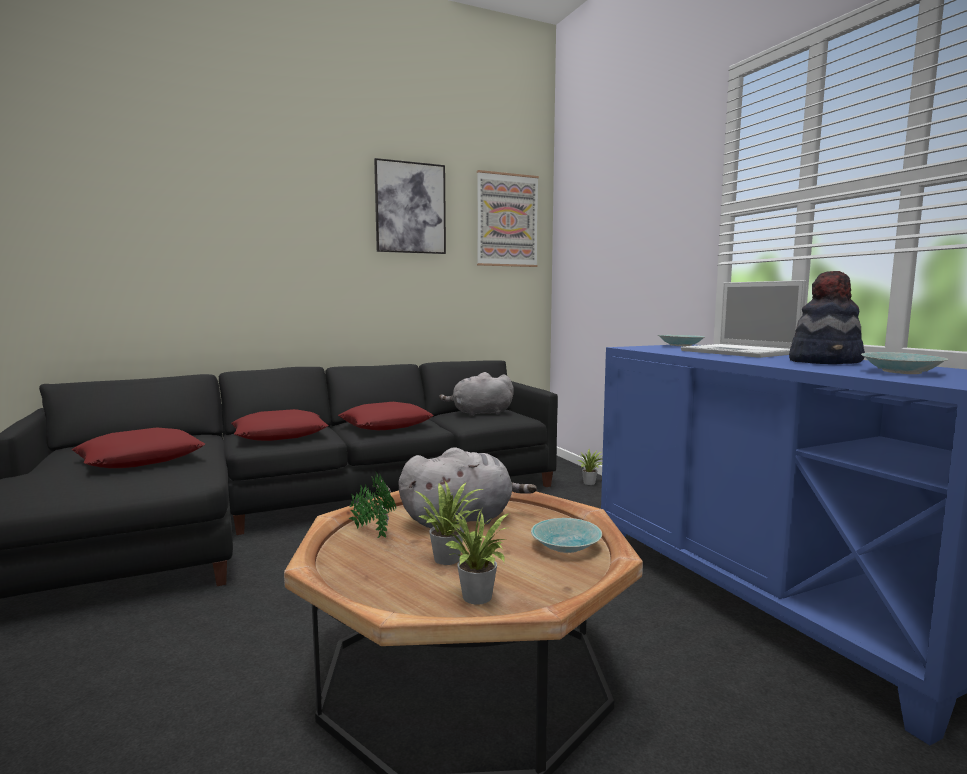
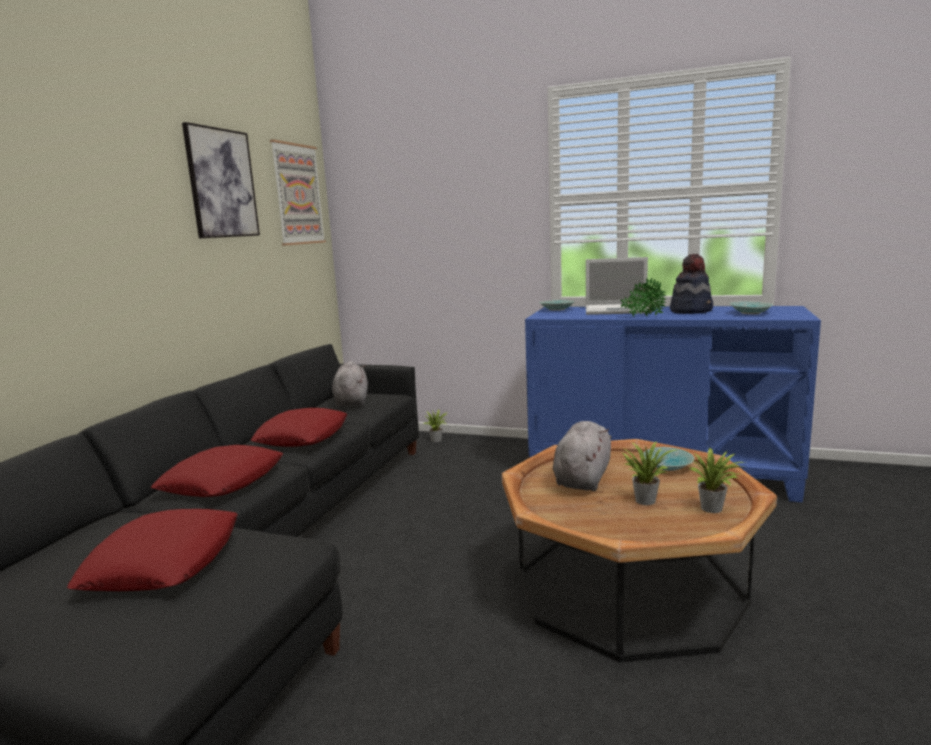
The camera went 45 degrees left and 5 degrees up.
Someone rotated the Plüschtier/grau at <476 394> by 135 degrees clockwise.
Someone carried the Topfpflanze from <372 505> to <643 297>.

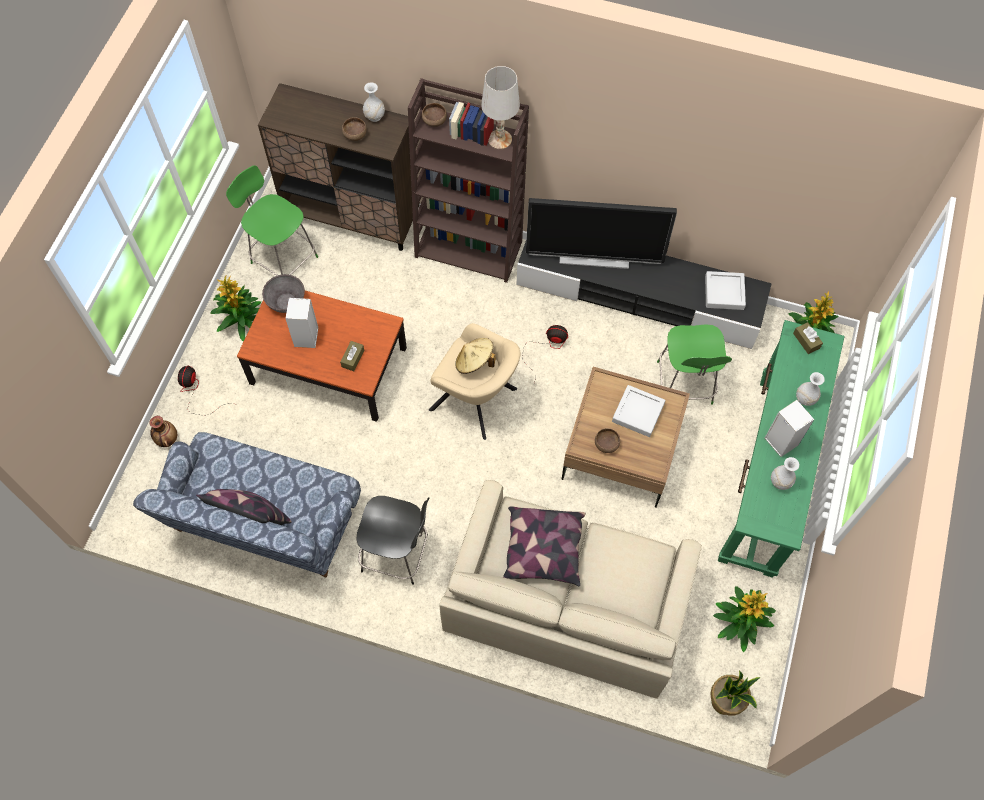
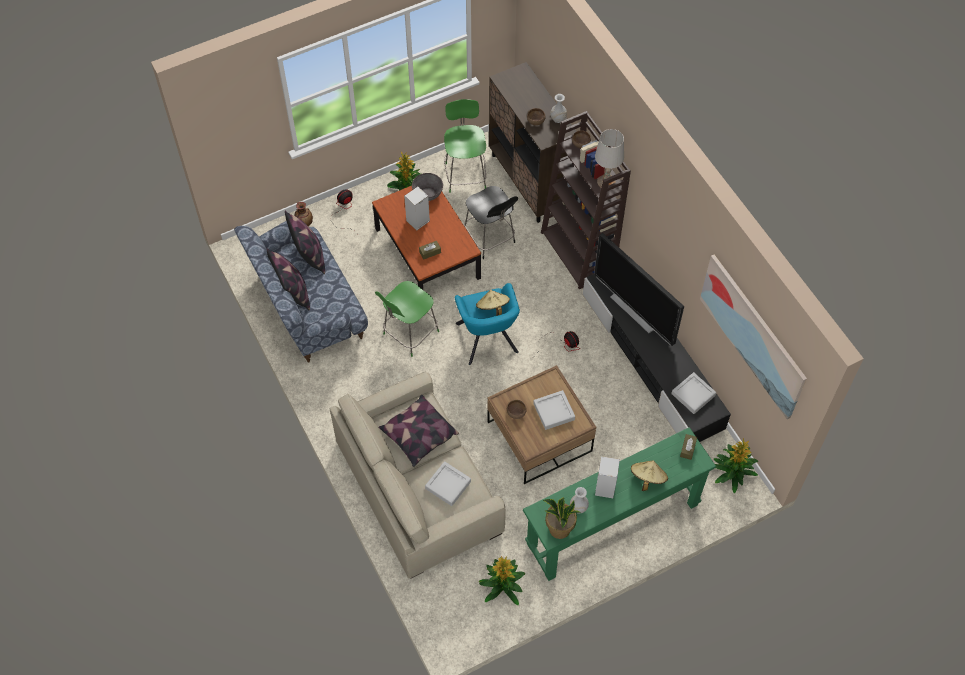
The camera went 45 degrees right and 5 degrees down.
Someone put down the Kissen at <305 242>.
Someone carried the Hocker/grün from <694 364> to <407 319>.
Someone put down the Tablett/grau at <448 483>.
Someone repainted the Sessel/beige at <475 381>, which became the Sessel/türkis at <487 324>.
Someone carried the Hocker/schwarz from <393 540> to <491 222>.
Someone carried the Topfpflanze from <735 692> to <562 518>.
Someone swapped the Vase/weiß at <810 389> for the Hut/beige at <649 475>.
Someone put up the Bild at <753 336>.

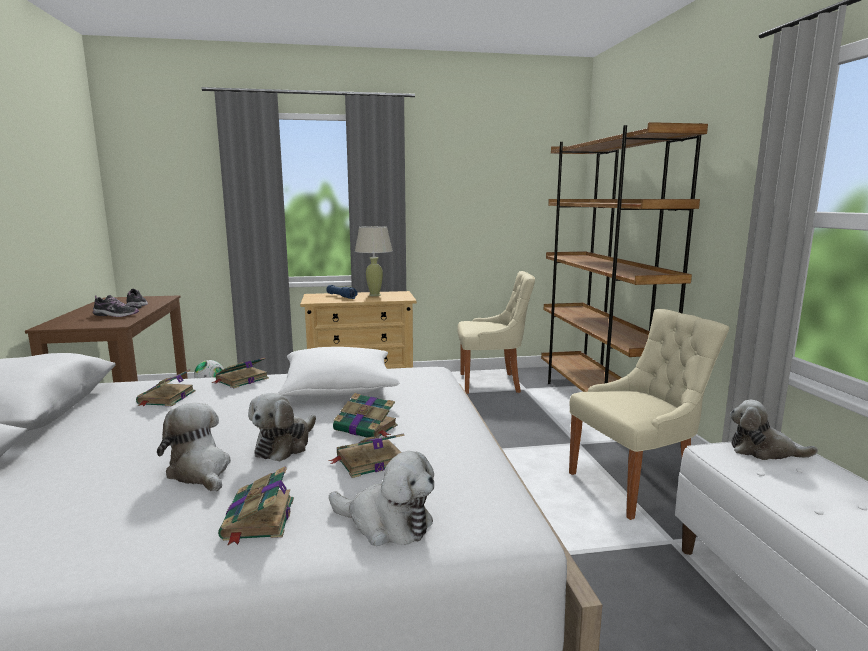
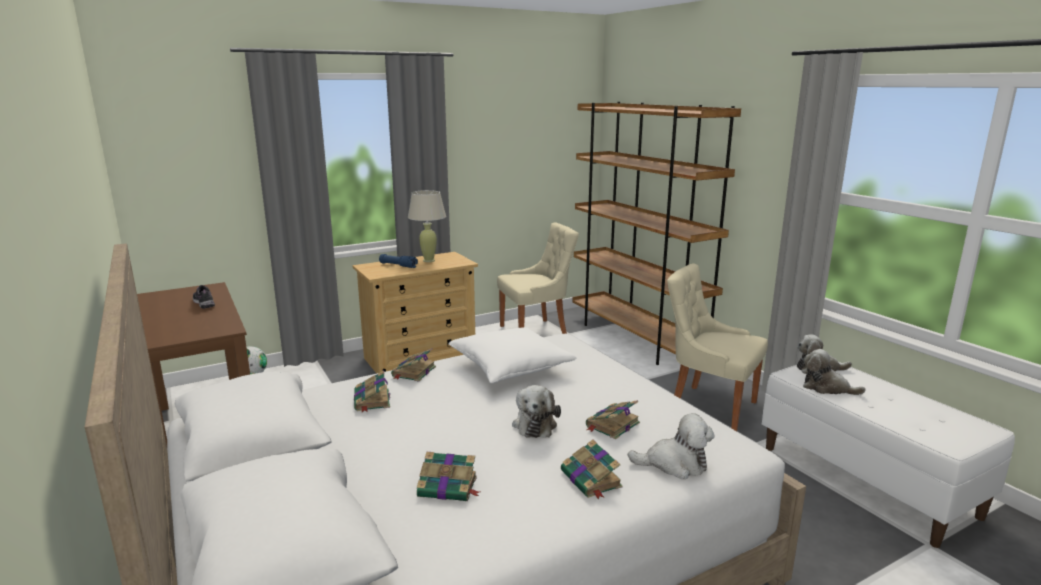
The camera went 20 degrees left and 5 degrees up.
Someone carried the Buch from <365 415> to <448 476>.
Someone rotated the Stuhl/beige at <649 414> by 105 degrees counterclockwise.
Someone carried the Plüschtier from <194 447> to <834 372>.
Someone took away the Schuh at <116 306>.

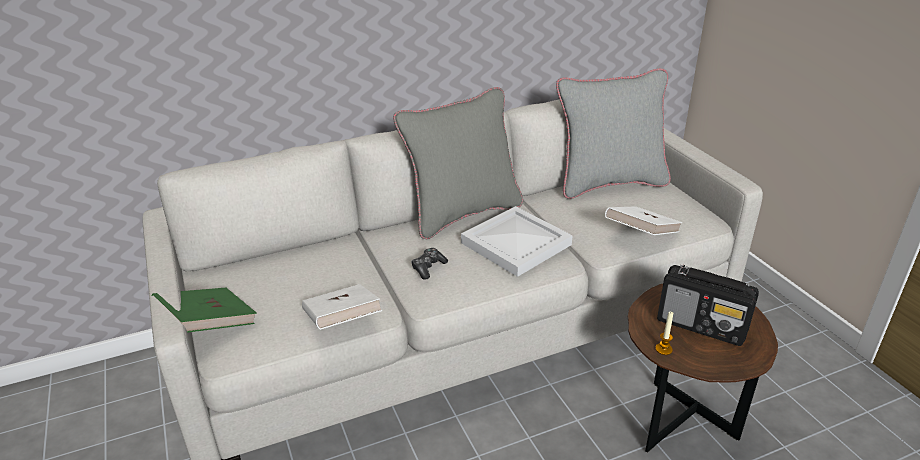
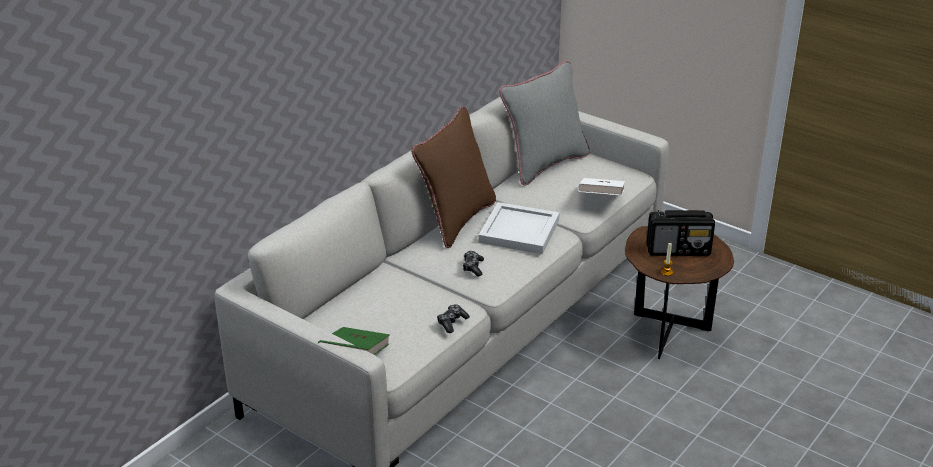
The camera went 30 degrees left and 0 degrees up.
Someone repainted the Kissen/grau at <458 163>, which became the Kissen/braun at <453 177>.
Someone swapped the Buch/weiß at <342 307> for the Gamepad at <453 319>.

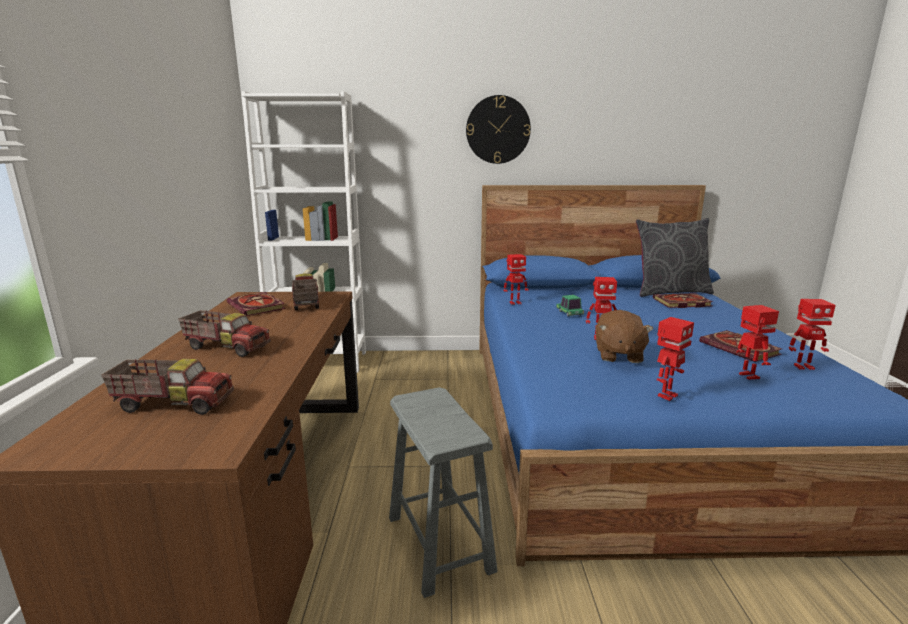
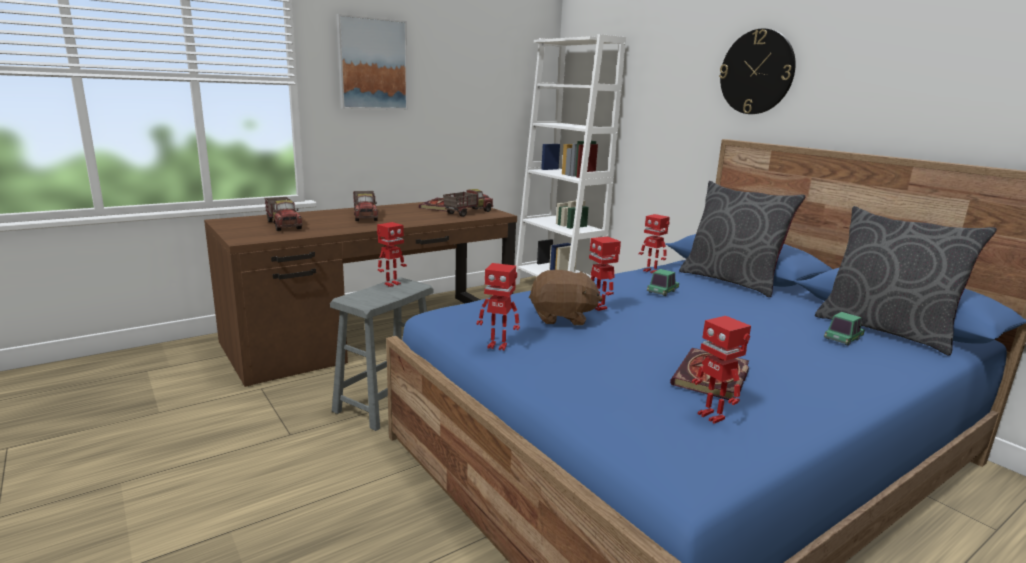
The camera went 55 degrees right and 0 degrees up.
Someone put up the Bild at <372 62>.
Someone carried the Spielzeugroboter from <757 342> to <392 254>.
Someone rotated the Plüschtier/braun at <624 336> by 150 degrees counterclockwise.
Someone put down the Kissen/grau at <742 239>.
Someone swapped the Buch at <683 300> for the Spielzeugauto at <844 329>.

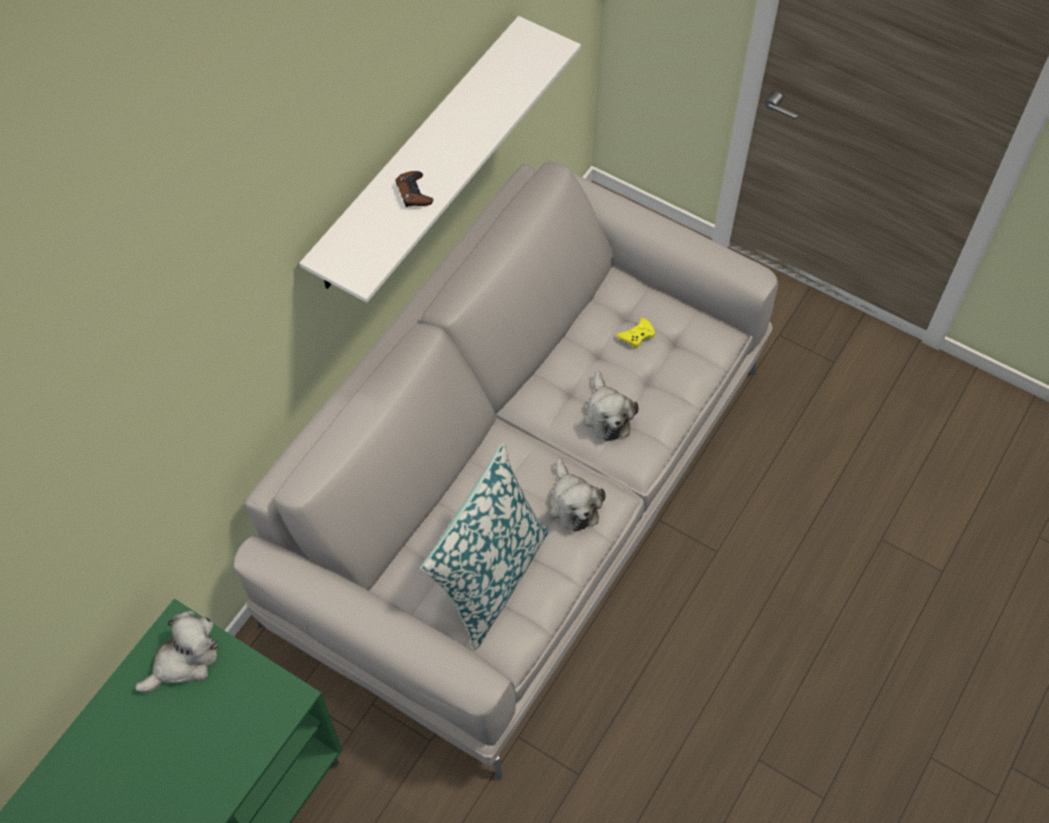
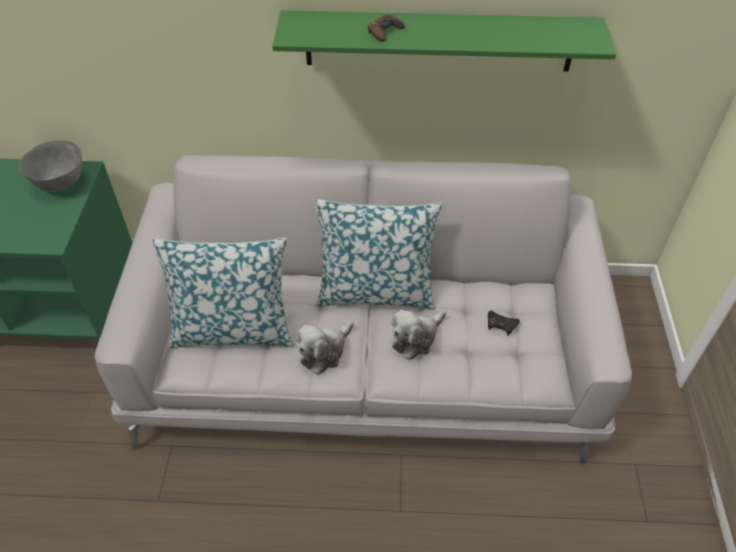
The camera went 60 degrees right and 10 degrees down.
Someone swapped the Plüschtier at <177 651> for the Schüssel/grau at <50 166>.
Someone repainted the Wandregal/weiß at <440 159>, which became the Wandregal/grün at <444 41>.
Someone put down the Kissen at <378 254>.
Someone repainted the Gamepad/gelb at <635 333>, which became the Gamepad/schwarz at <504 323>.

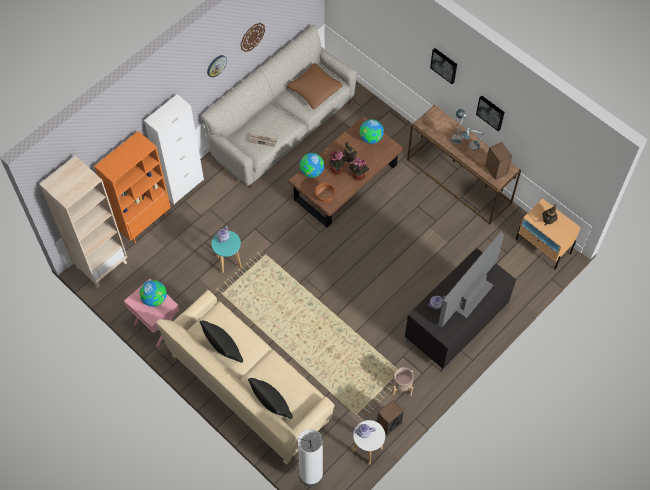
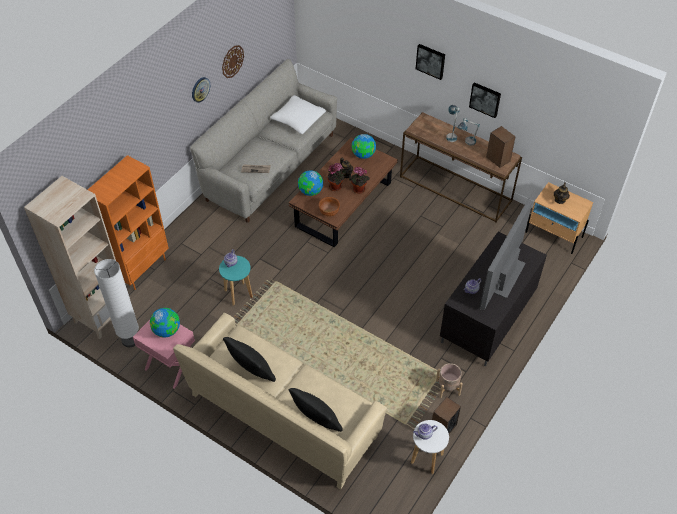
The camera went 10 degrees left and 10 degrees down.
Someone carried the Stehlampe/weiß from <310 458> to <116 303>.
Someone repainted the Kissen/braun at <315 86>, which became the Kissen/weiß at <298 114>.
Someone took away the Schrank/weiß at <174 149>.

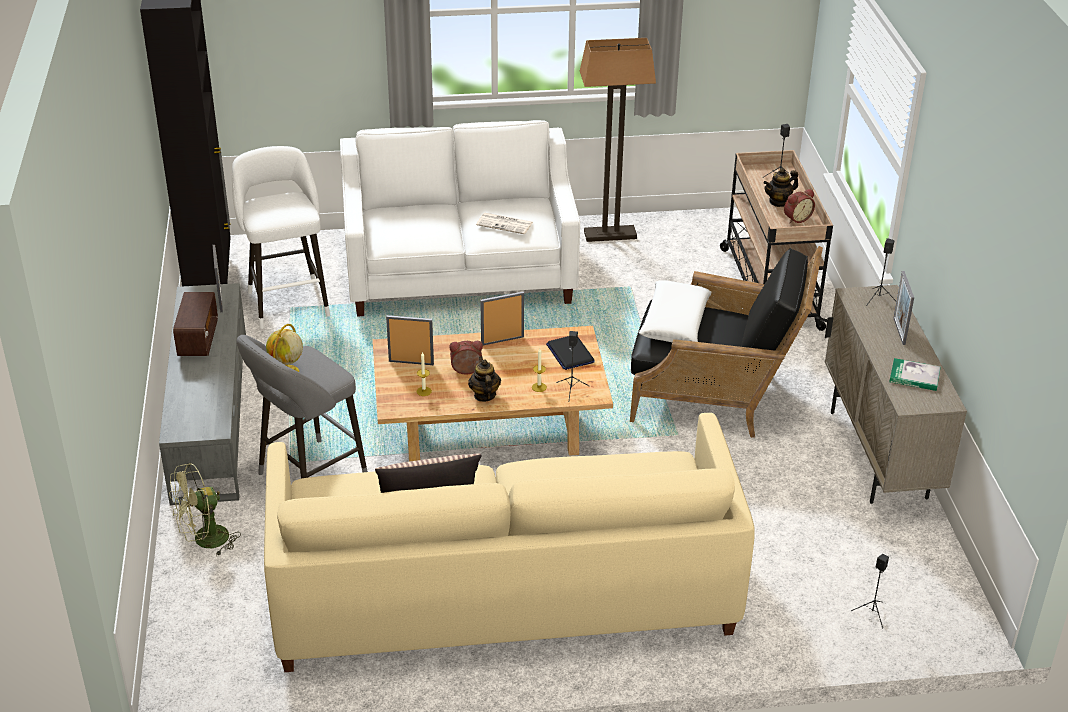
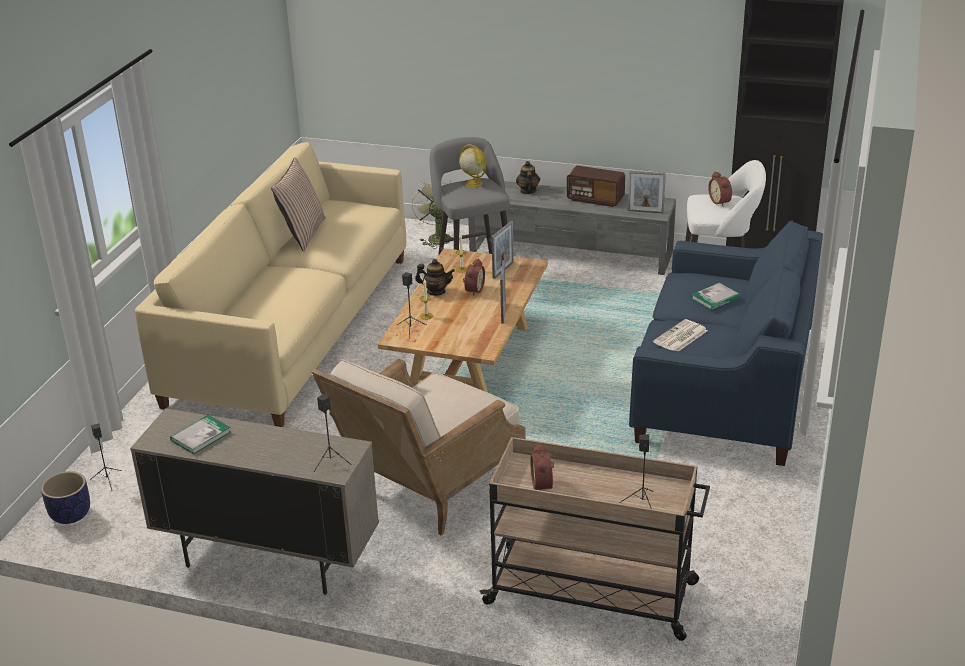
The camera went 115 degrees right and 5 degrees down.
Someone put down the Pflanzkübel at <65 497>.
Someone repainted the Sessel/schwarz at <726 342>, which became the Sessel/beige at <418 447>.
Someone carried the Teekanne from <780 187> to <528 177>.
Someone repainted the Sofa/weiß at <460 218>, which became the Sofa/blau at <726 343>.
Someone put down the Buch at <715 296>.
Someone put down the Wecker at <720 188>.
Someone took away the Laptop at <570 353>.
Someone took away the Stehlampe at <618 140>.
Someone took away the Kissen/weiß at <675 311>.
Someone took away the Bilderrahmen at <903 308>.

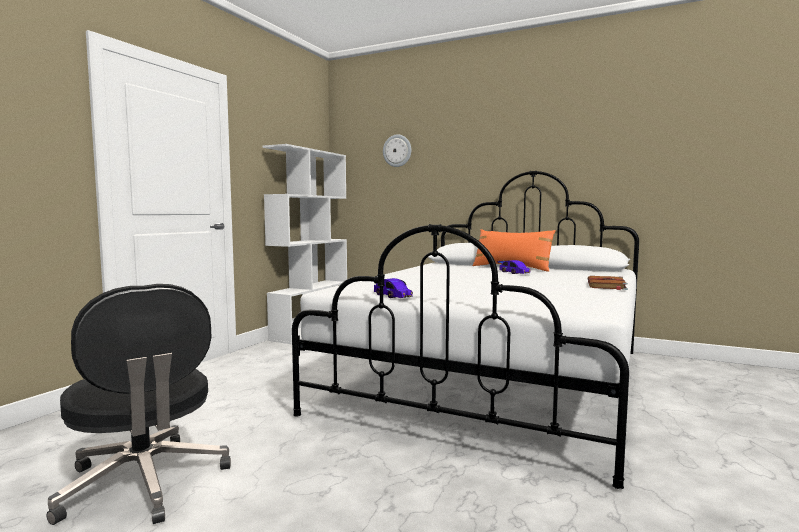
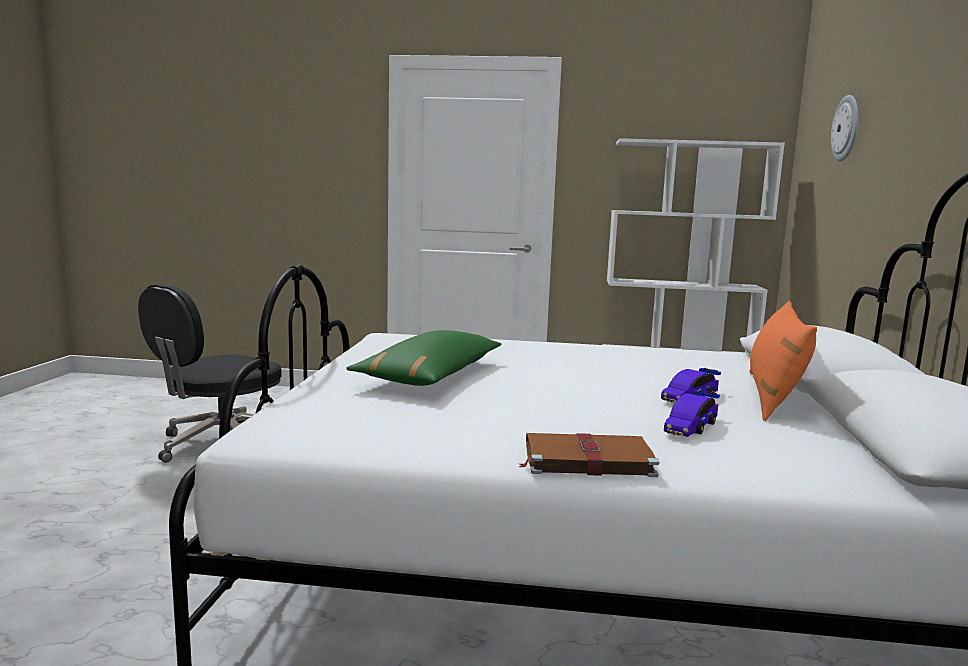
The camera went 70 degrees right and 5 degrees up.
Someone put down the Kissen/grün at <424 358>.
Someone carried the Spielzeugauto from <392 288> to <692 413>.

